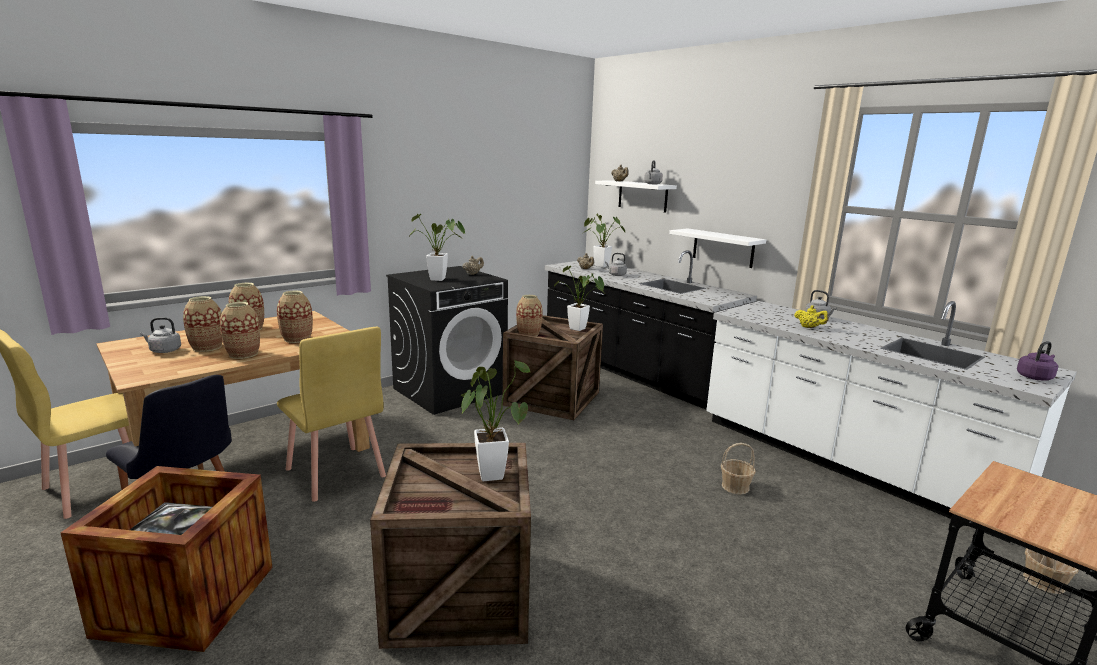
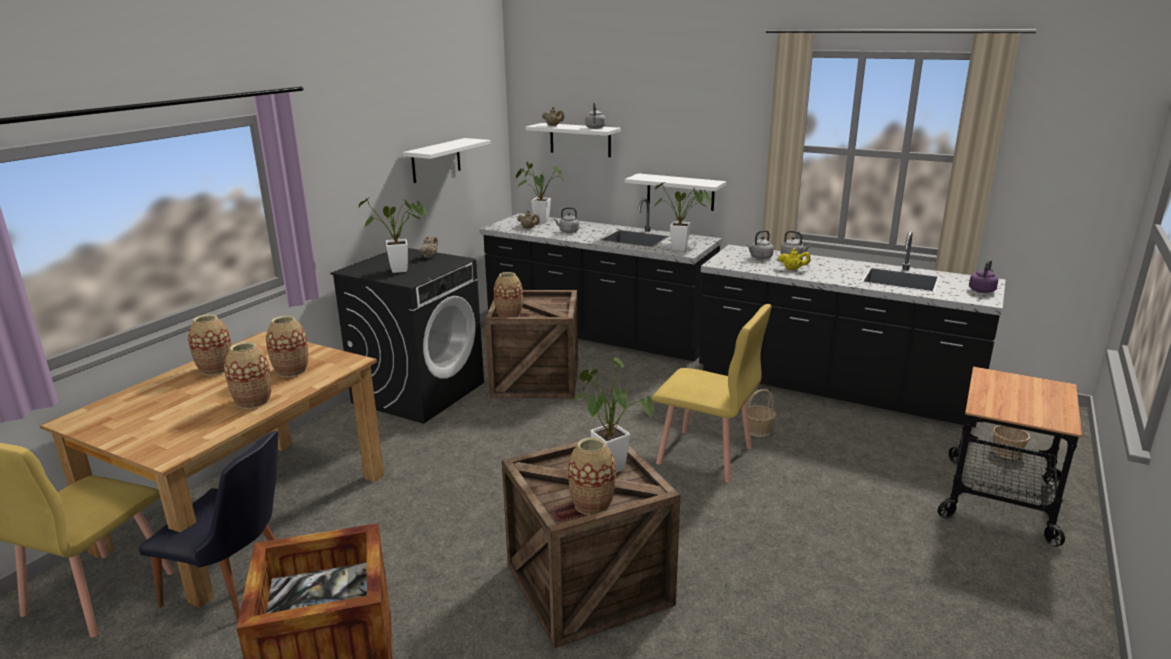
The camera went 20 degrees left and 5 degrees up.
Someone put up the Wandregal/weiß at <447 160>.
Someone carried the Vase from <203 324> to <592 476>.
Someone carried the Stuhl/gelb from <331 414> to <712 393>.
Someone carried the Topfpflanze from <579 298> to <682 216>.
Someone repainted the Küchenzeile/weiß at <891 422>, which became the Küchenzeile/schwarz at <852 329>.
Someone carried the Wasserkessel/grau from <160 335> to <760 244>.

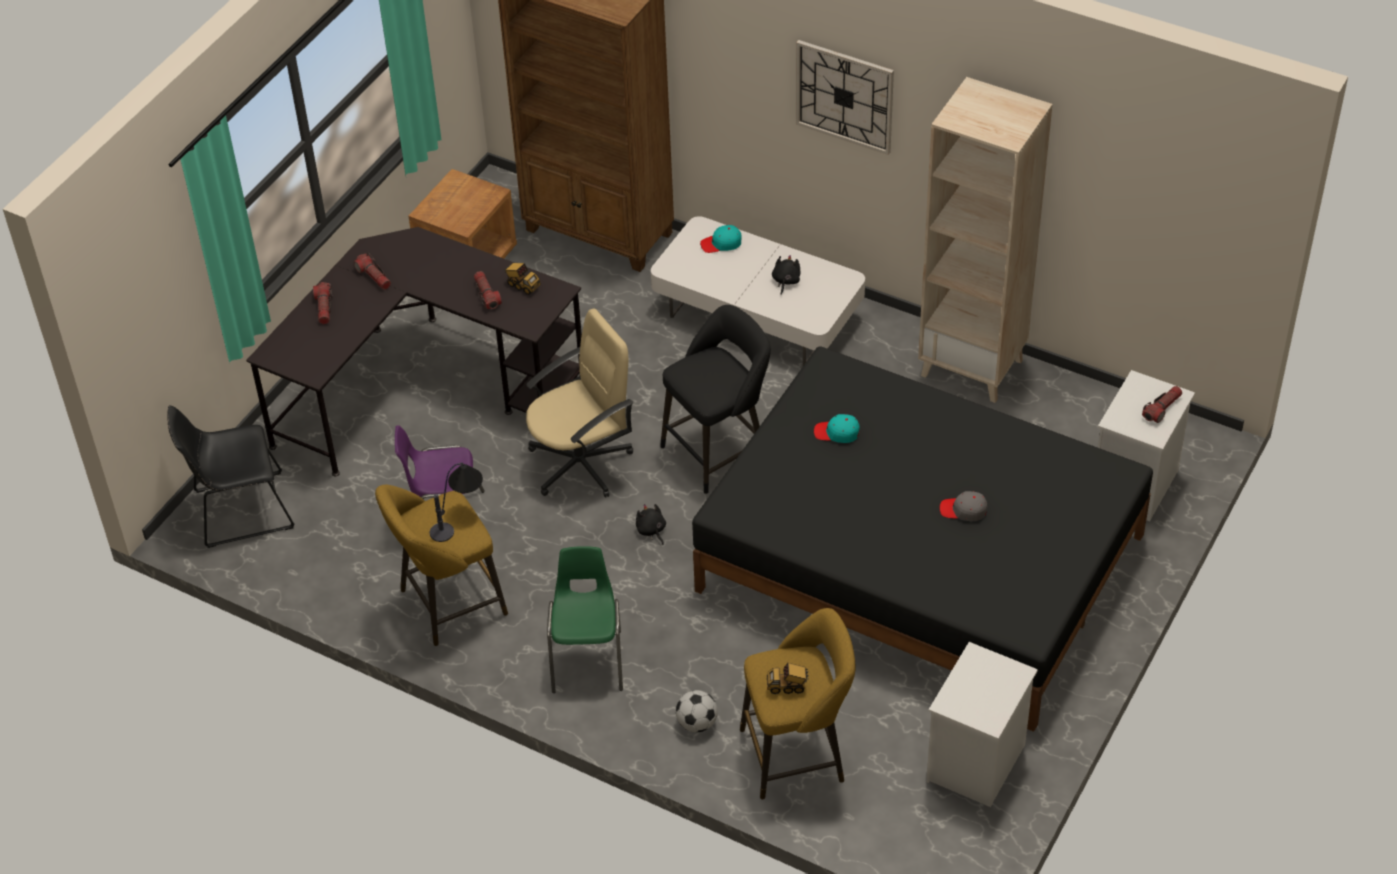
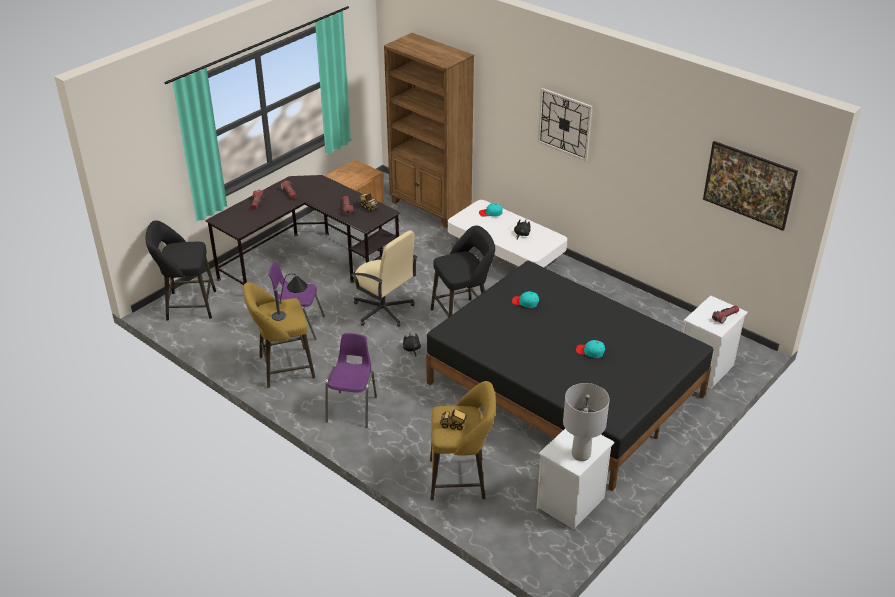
The camera went 10 degrees right and 10 degrees down.
Someone swapped the Stuhl/schwarz at <231 477> for the Hocker/schwarz at <181 270>.
Someone repainted the Stuhl/grün at <585 619>, which became the Stuhl/lila at <351 380>.
Someone rotated the Bürostuhl/beige at <579 402> by 60 degrees clockwise.
Someone put down the Tischlampe/grau at <586 422>.
Someone repainted the Kappe/grau at <963 506>, which became the Kappe/türkis at <590 349>.
Someone put up the Bild at <750 186>.
Someone took away the Fußball at <697 711>.
Someone took away the Bücherregal/beige at <985 240>.

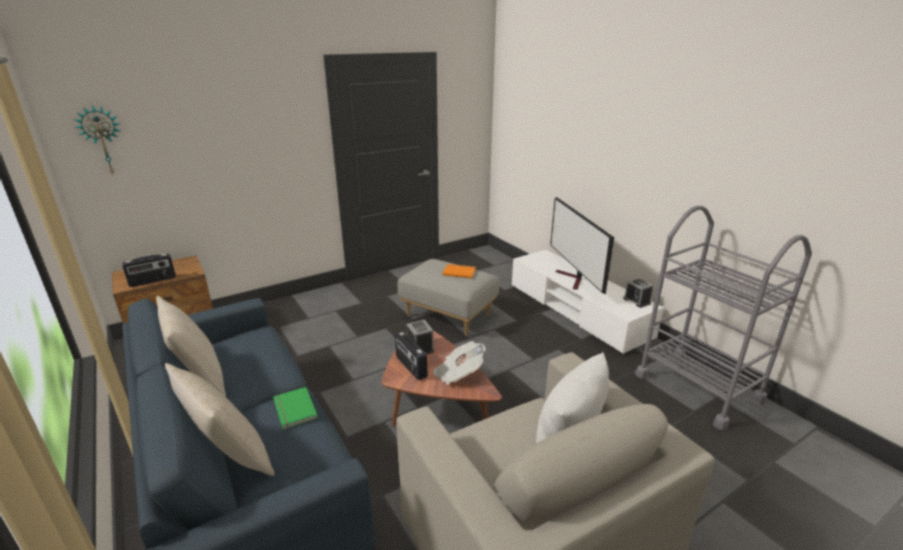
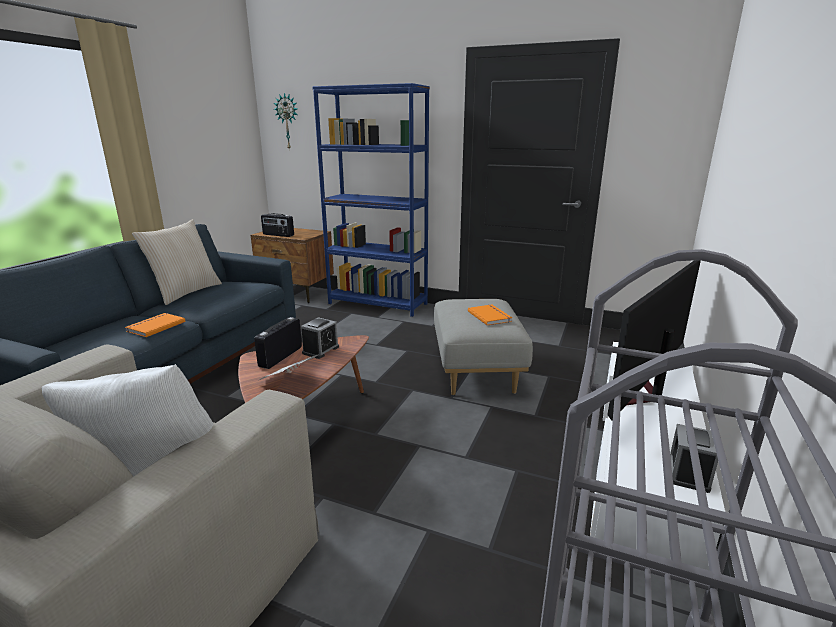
The camera went 55 degrees right and 5 degrees down.
Someone repainted the Buch/grün at <295 408>, which became the Buch/orange at <155 325>.
Someone put down the Bücherregal/blau at <371 200>.
Someone took away the Kissen/beige at <220 419>.

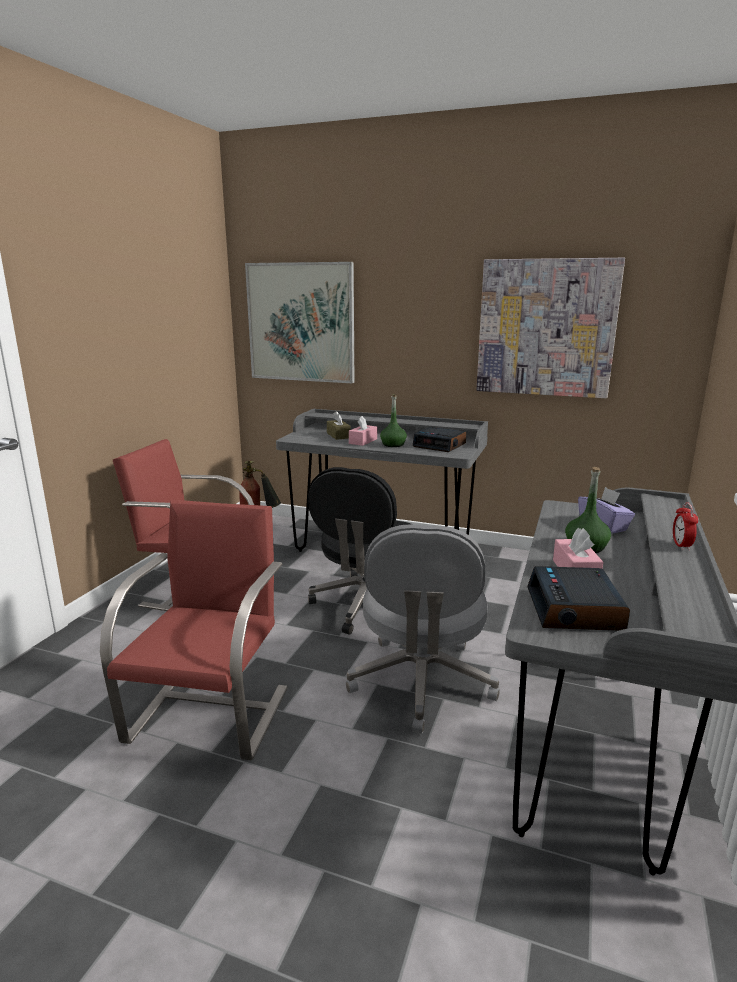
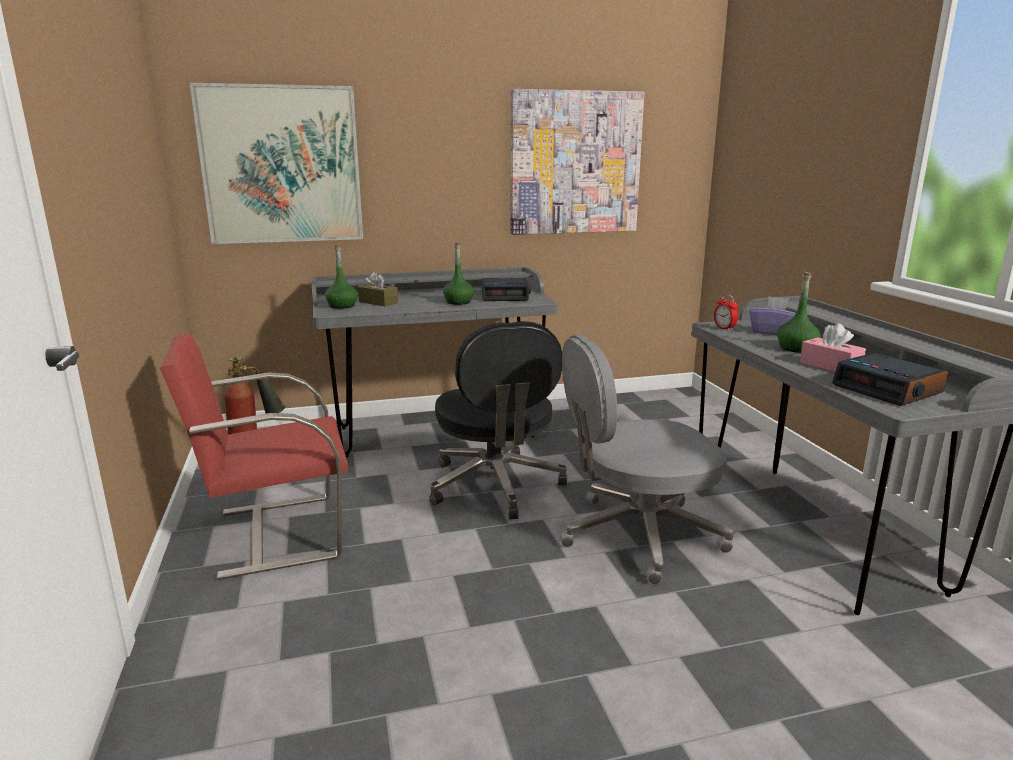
The camera went 35 degrees left and 0 degrees up.
Someone put down the Flasche/grün at <341 277>.
Someone rotated the Bürostuhl/grau at <423 628> by 105 degrees clockwise.
Someone carried the Wecker from <685 526> to <726 312>.
Someone took away the Stuhl/rot at <194 630>.
Someone took away the Taschentuchbox/rosa at <363 431>.

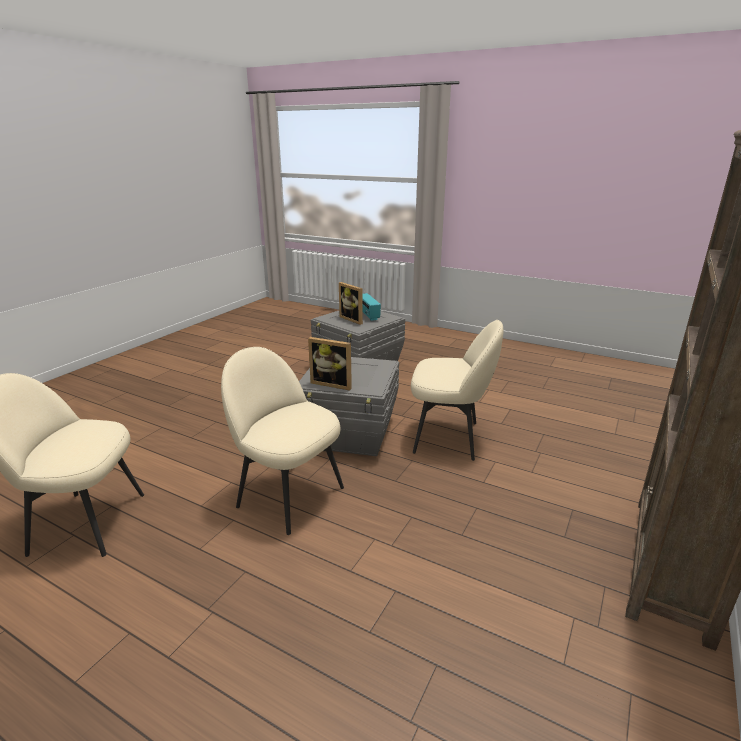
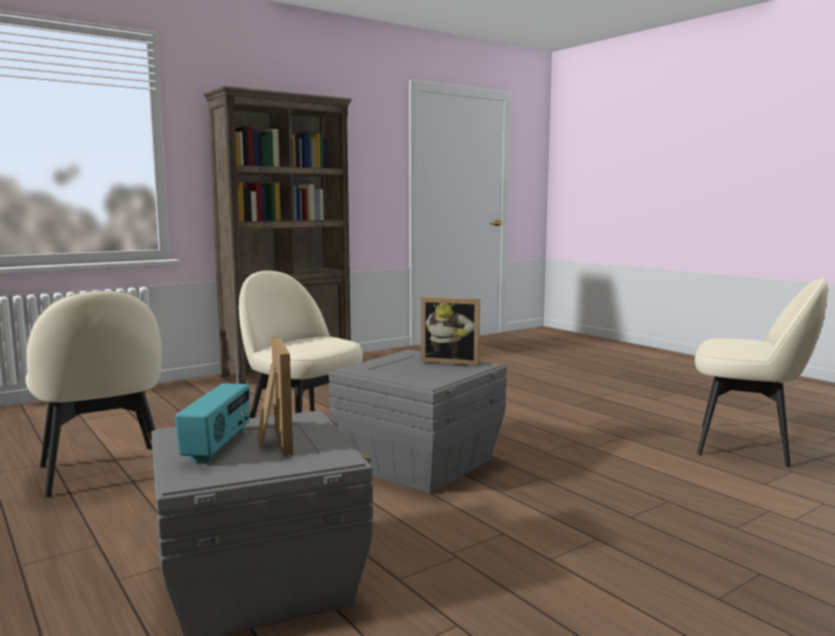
The camera went 155 degrees left and 15 degrees down.
Someone carried the Stuhl/beige from <282 441> to <94 394>.
Someone rotated the Bilderrahmen at <330 364> by 150 degrees clockwise.

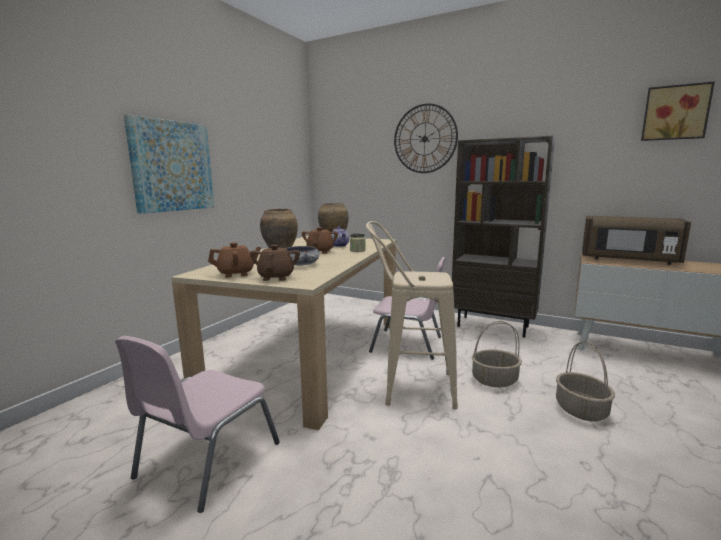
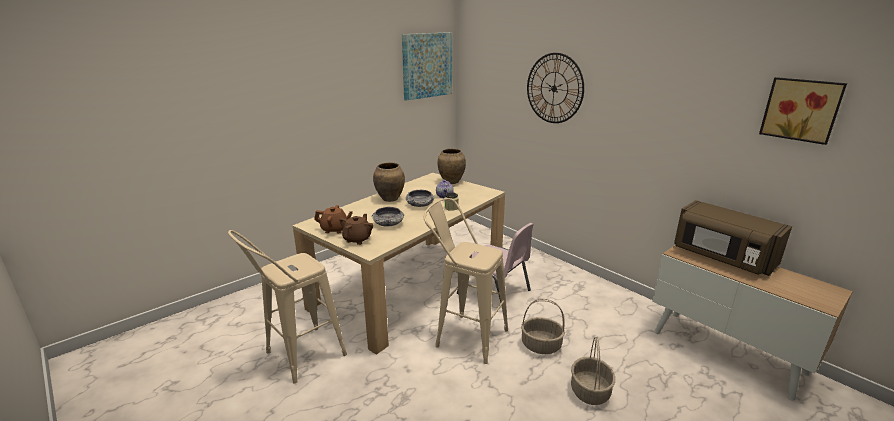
The camera went 20 degrees right and 10 degrees up.
Someone swapped the Stuhl/rosa at <197 424> for the Hocker/beige at <287 306>.
Someone carried the Bild from <169 164> to <427 66>.
Someone swapped the Teekanne/braun at <320 240> for the Schüssel at <420 198>.
Someone took away the Bücherregal/braun at <503 236>.

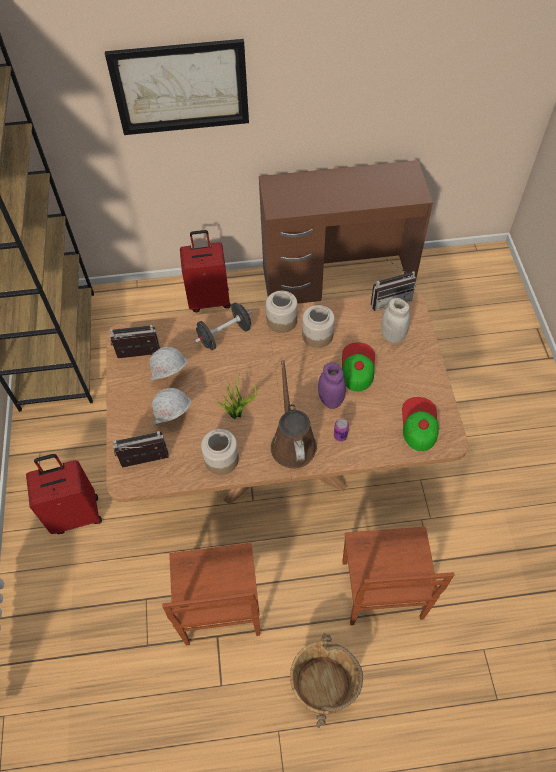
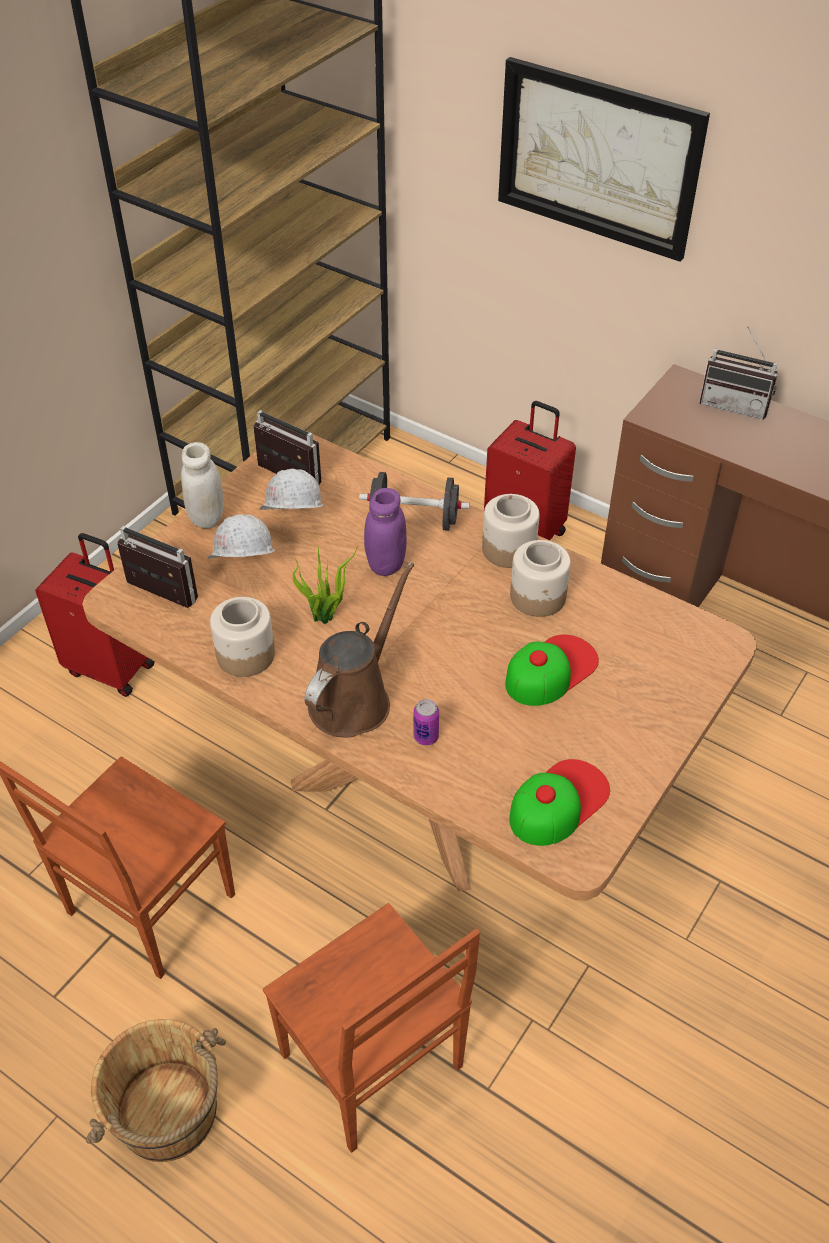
The camera went 40 degrees right and 10 degrees down.
Someone carried the Vorratsglas/weiß from <395 320> to <202 485>.
Someone rotated the Stuhl/braun at <398 576> by 75 degrees counterclockwise.
Someone carried the Vorratsglas/lila from <332 385> to <385 532>.
Someone carried the Radio from <393 285> to <739 372>.

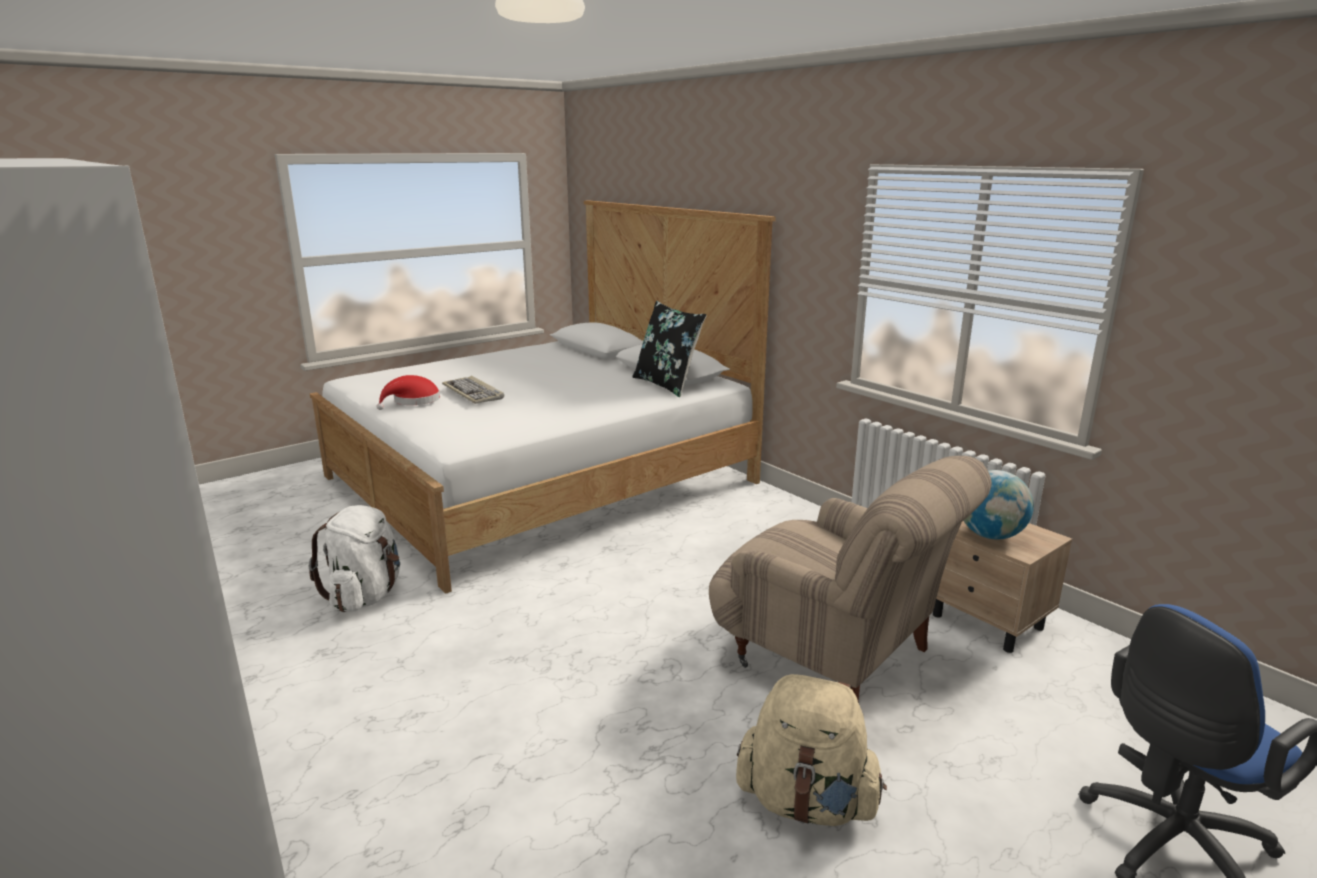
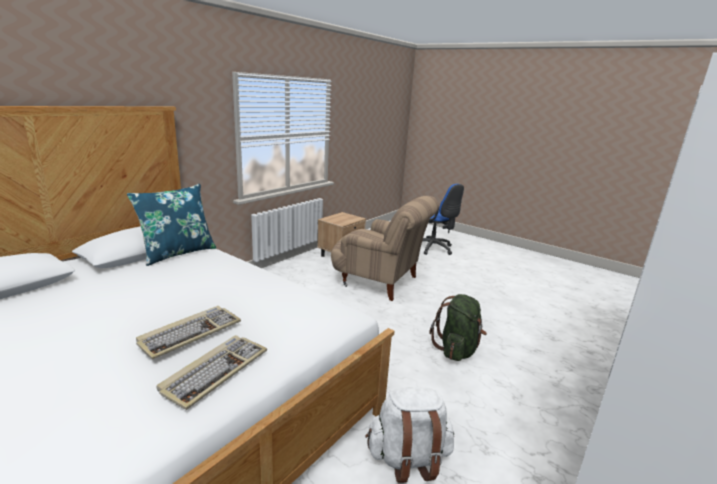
The camera went 105 degrees left and 0 degrees up.
Someone repainted the Kissen/schwarz at <669 349>, which became the Kissen/blau at <171 225>.
Someone swapped the Hut/rot at <408 392> for the Tastatur at <212 372>.
Someone rotated the Sessel/beige at <850 579> by 90 degrees clockwise.
Someone put down the Rucksack/grün at <458 327>.
Someone took away the Rucksack/beige at <811 750>.
Someone took away the Globus at <999 504>.

